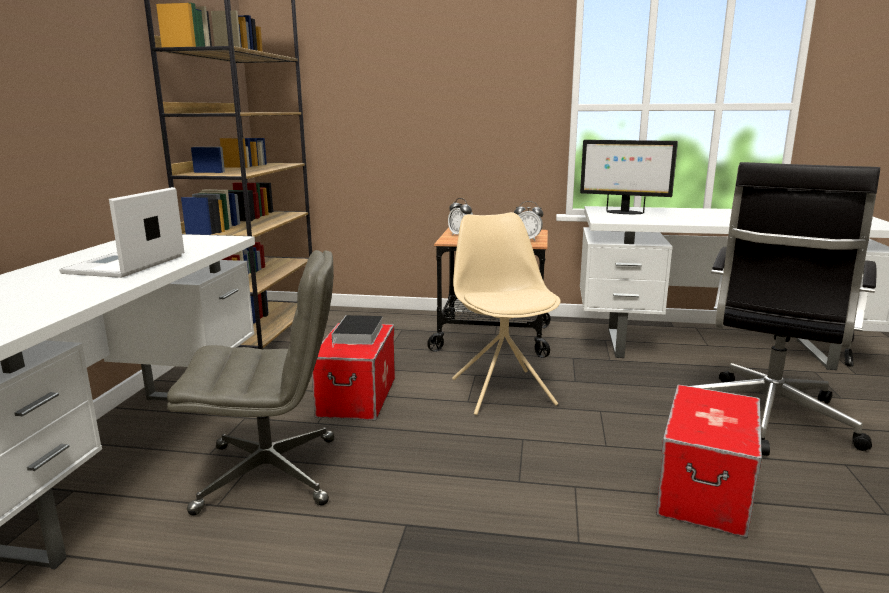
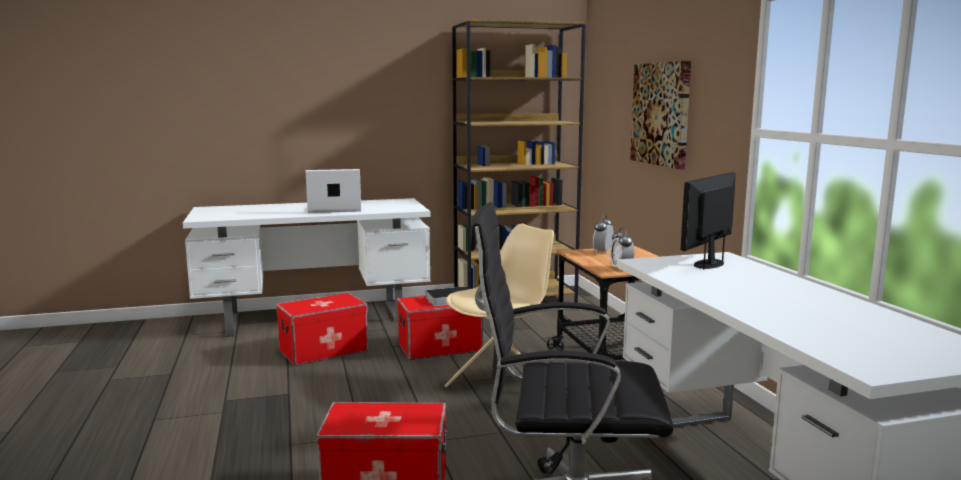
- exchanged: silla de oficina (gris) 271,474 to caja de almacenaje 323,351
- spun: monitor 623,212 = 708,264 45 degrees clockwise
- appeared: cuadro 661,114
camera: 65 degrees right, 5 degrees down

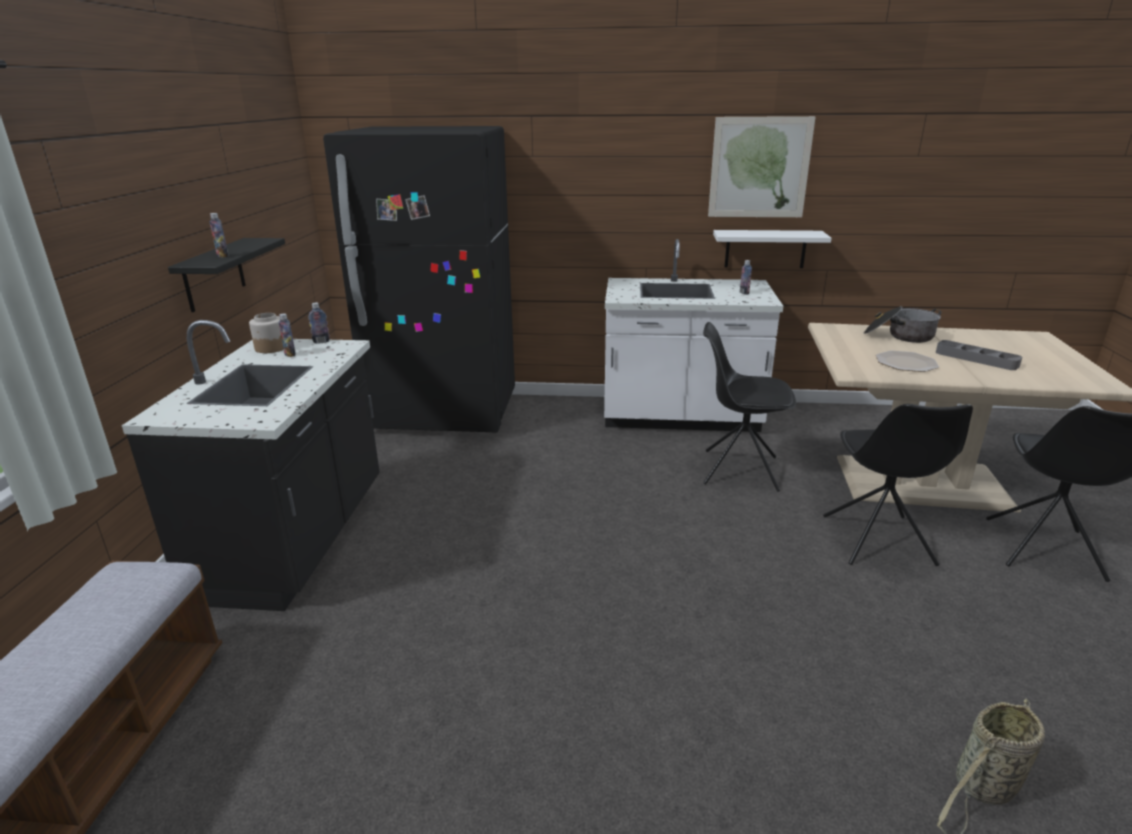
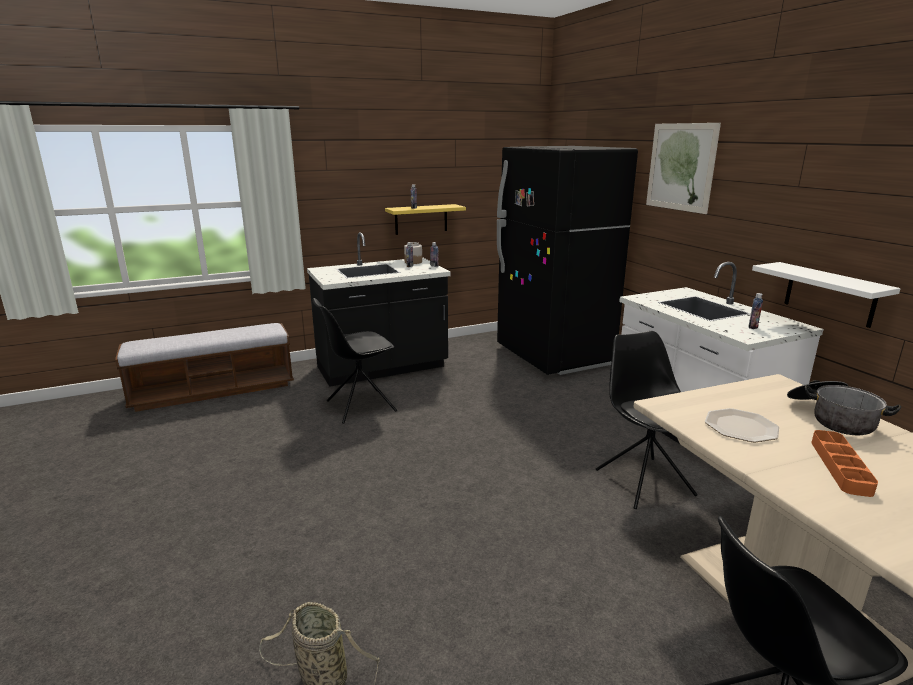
- colour: estante (negro) 214,274 to estante (amarillo) 421,219
- relocated: cuadro 759,168 to 681,167
- relocated: silla (negro) 878,541 to 359,406
- colour: bandeja (gris) 976,359 to bandeja (naranja) 840,466
camera: 60 degrees right, 5 degrees down

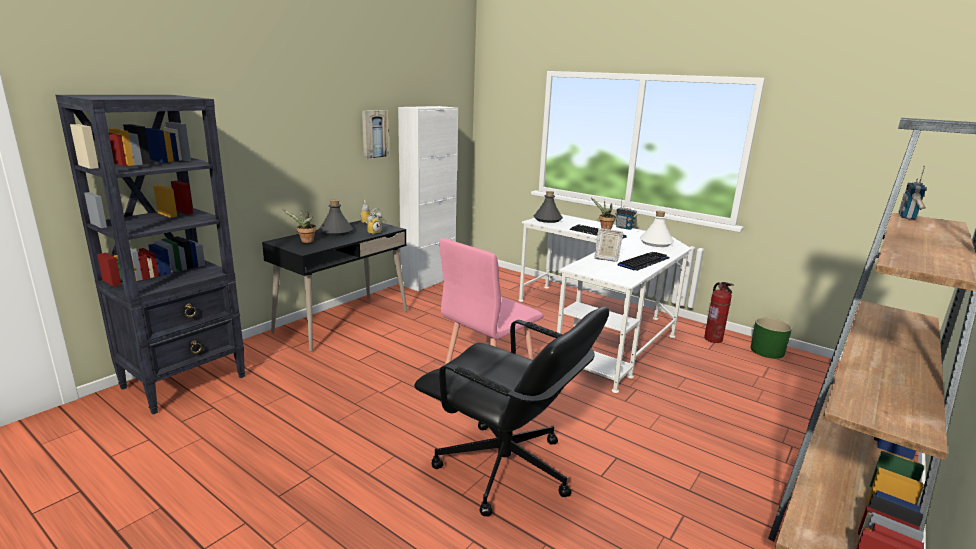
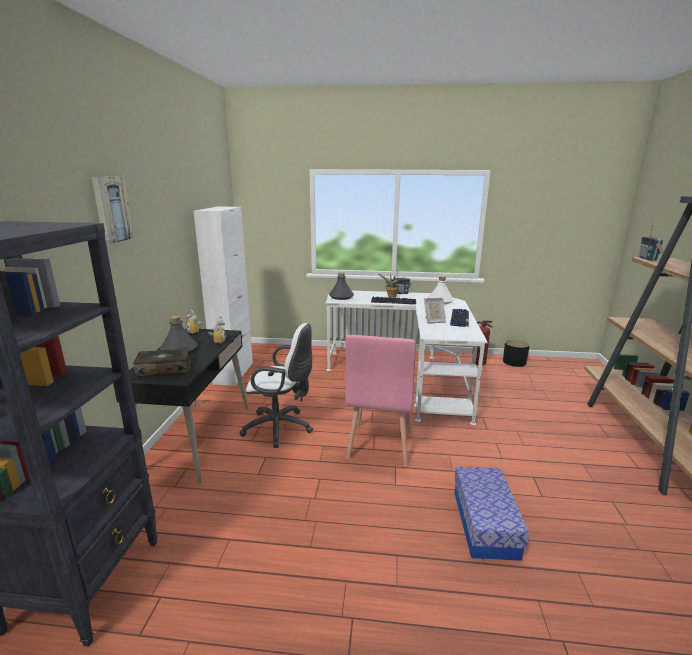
- exchanged: planta en maceta 305,241 to libro 164,368
- relocated: cuadro 374,134 to 111,209
- exchanged: silla de oficina (negro) 505,470 to caja de almacenaje 485,523
- colour: maceta (verde) 767,351 to maceta (negro) 514,362
- appeared: silla de oficina (blanco) 281,428
camera: 30 degrees left, 0 degrees up

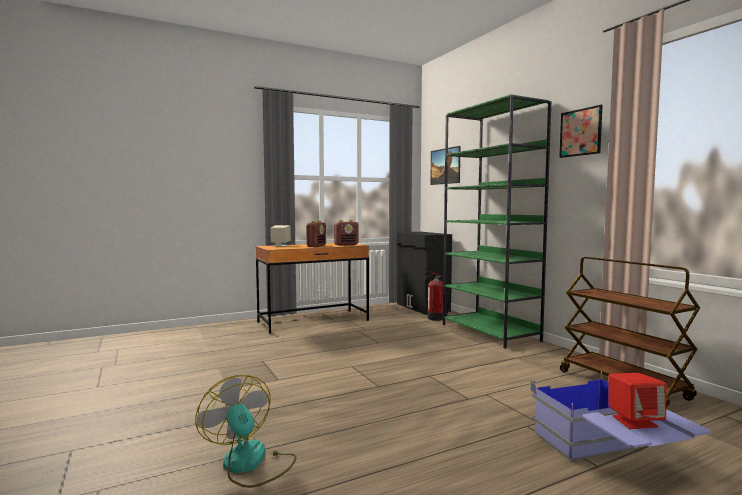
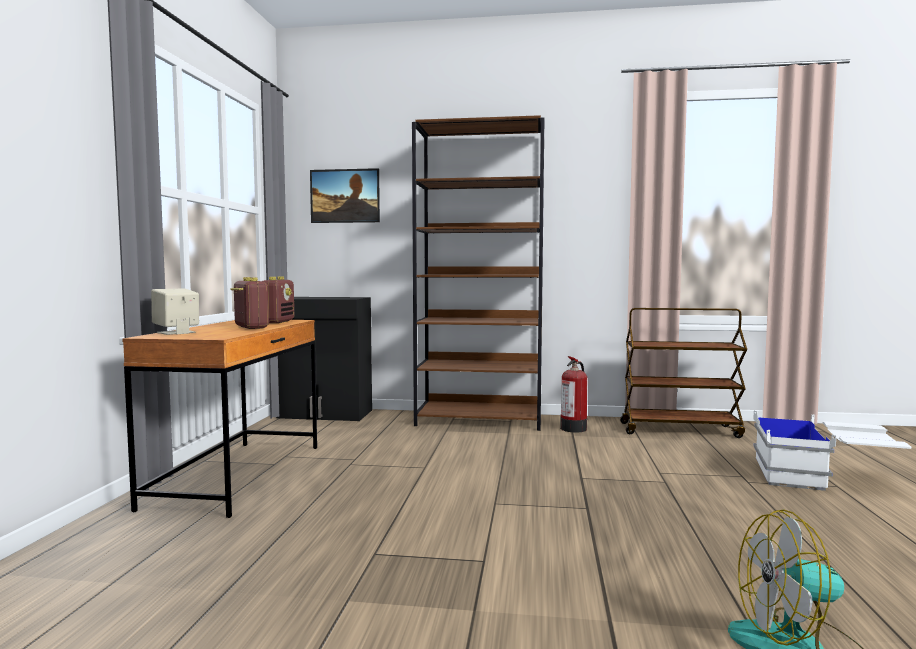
- relocated: extintor 437,318 to 574,428
- colour: estantería (verde) 490,332 to estantería (marrón) 480,420
- colour: caja de almacenaje (azul) 610,458 to caja de almacenaje (blanco) 823,478
- missing: cuadro 580,132
- missing: altavoz (rojo) 634,421
camera: 55 degrees left, 0 degrees up

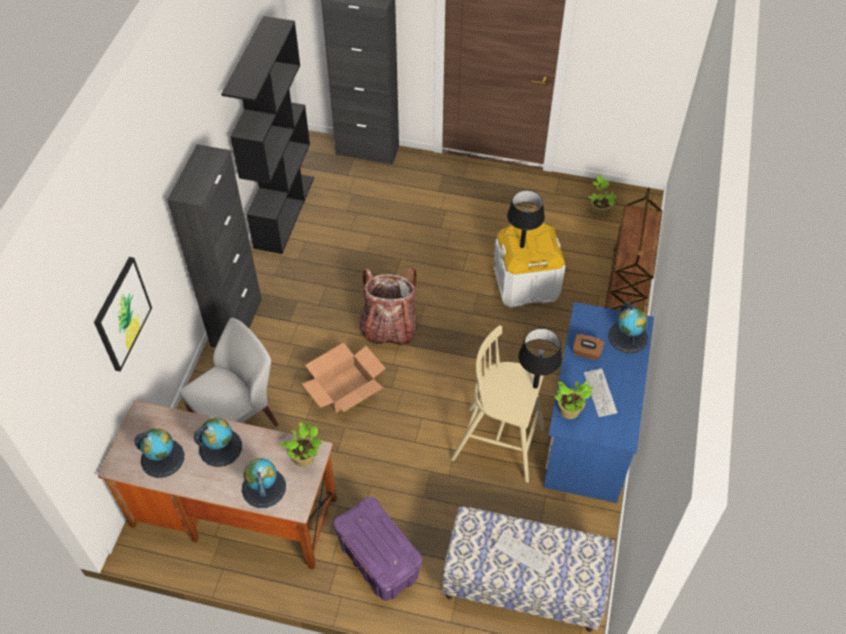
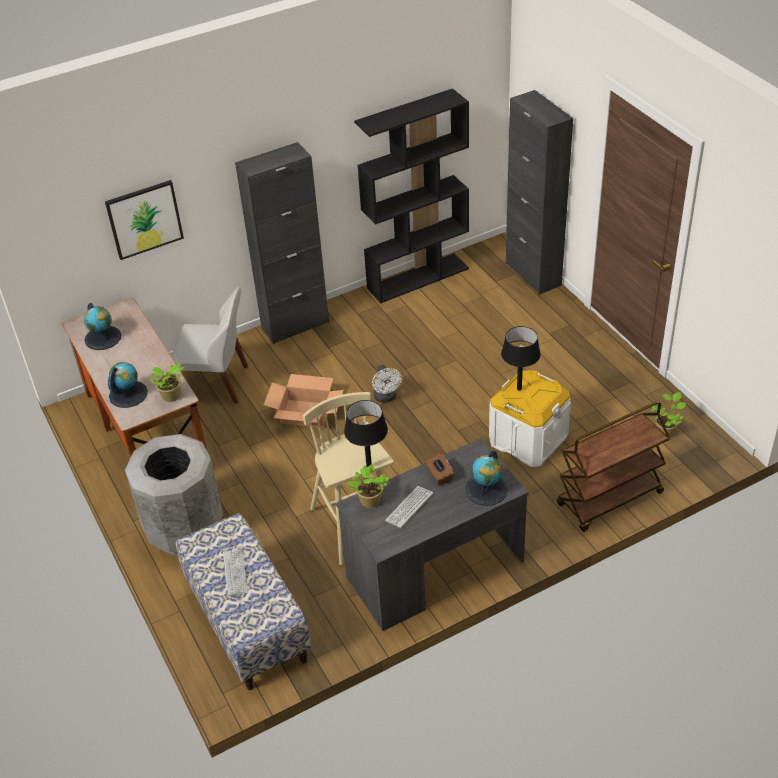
- missing: globo terráqueo 220,447
- exchanged: caja de almacenaje (morado) 378,561 to papelera (gris) 184,528
- exchanged: mochila 389,328 to ventilador (blanco) 386,398
- colour: escritorio (azul) 590,429 to escritorio (gris) 434,569
camera: 50 degrees right, 10 degrees down

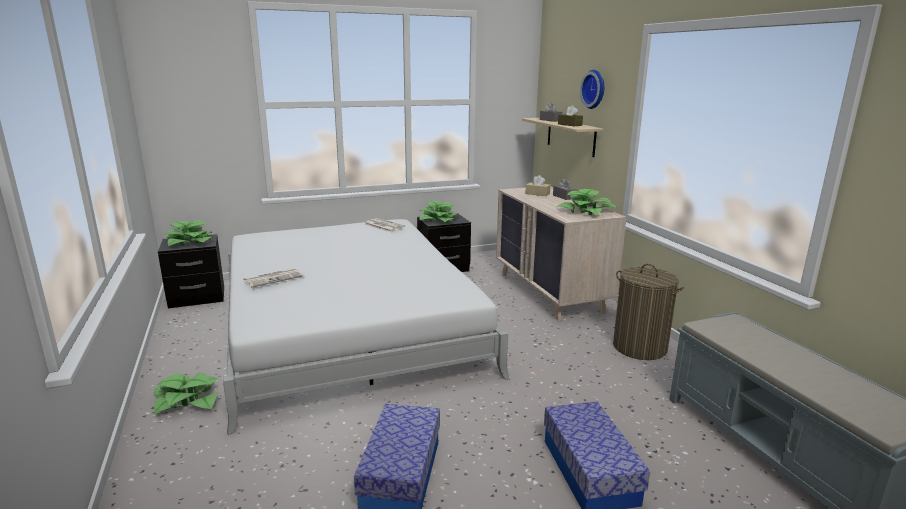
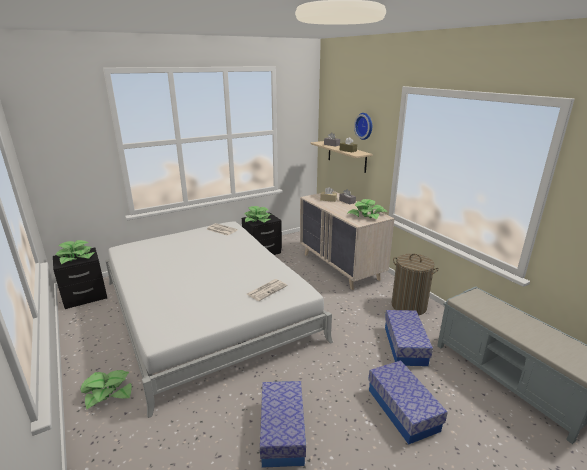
- relocated: periódico 273,278 to 267,290
- appeared: caja de almacenaje 405,346
camera: 10 degrees left, 5 degrees up

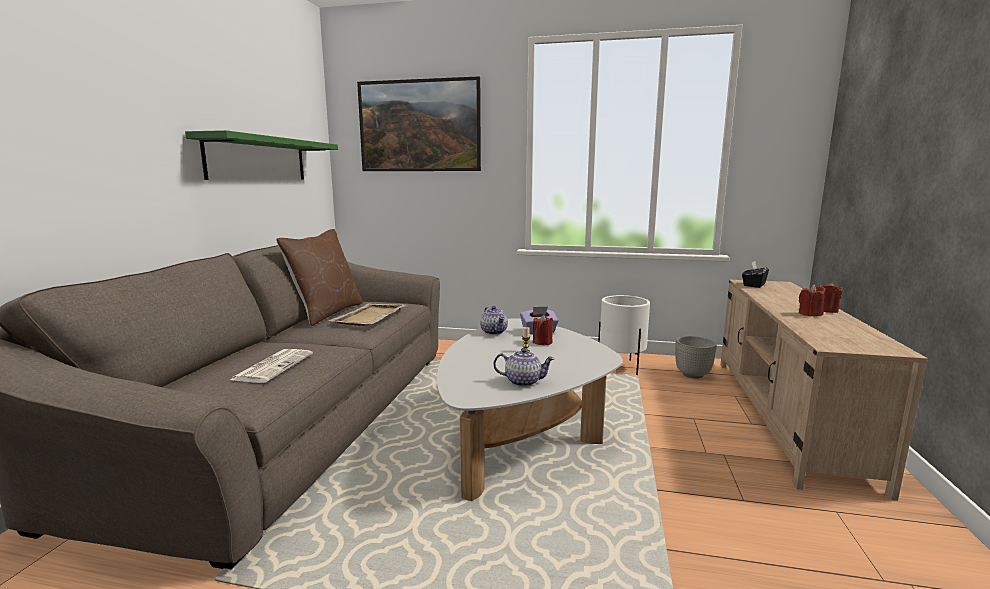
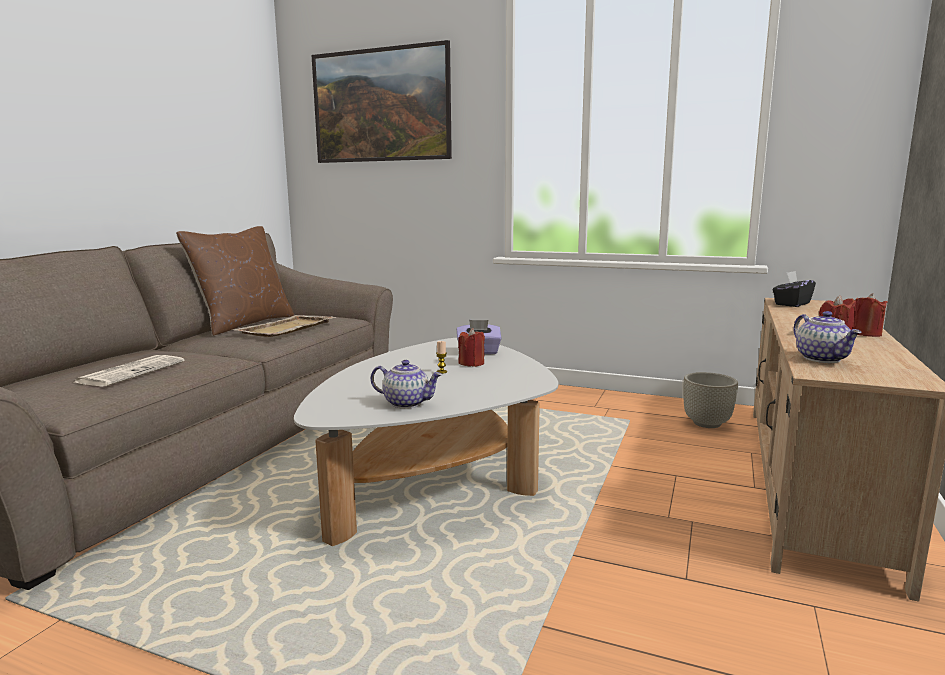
- missing: estante (verde) 258,159
- relocated: tetera 494,332 to 823,359
- missing: maceta (blanco) 621,367
camera: 10 degrees right, 0 degrees up

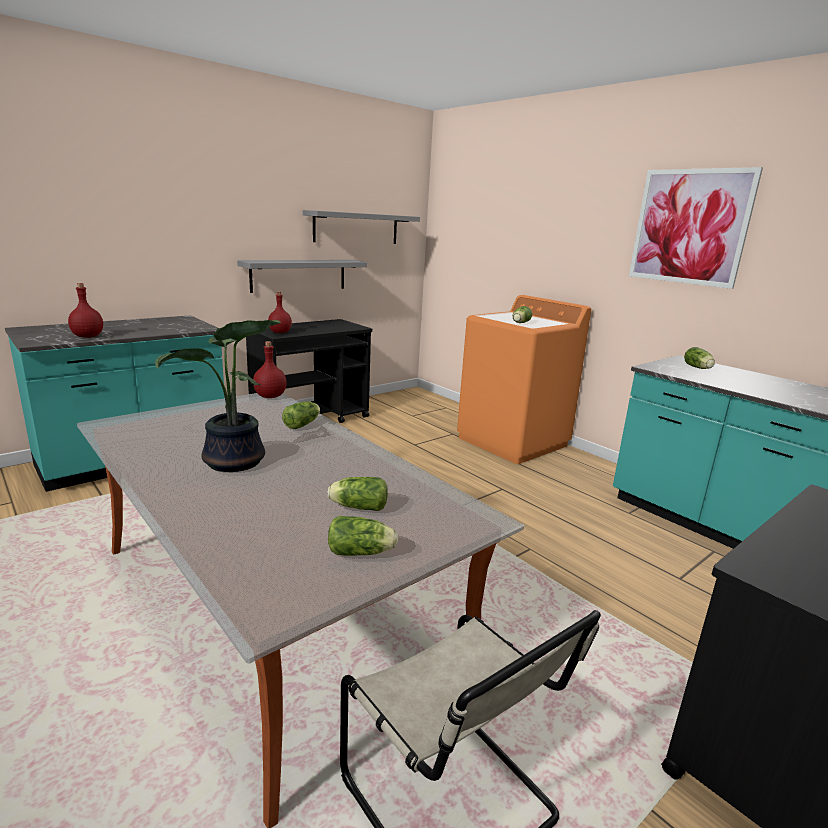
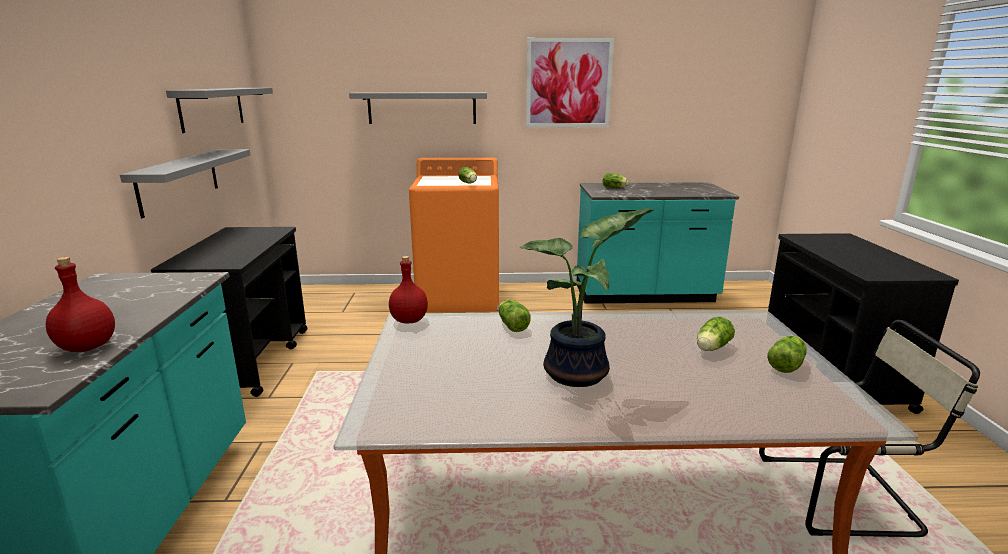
- missing: botella (rojo) 279,332
- appeared: estante (gris) 422,108
camera: 50 degrees left, 0 degrees up

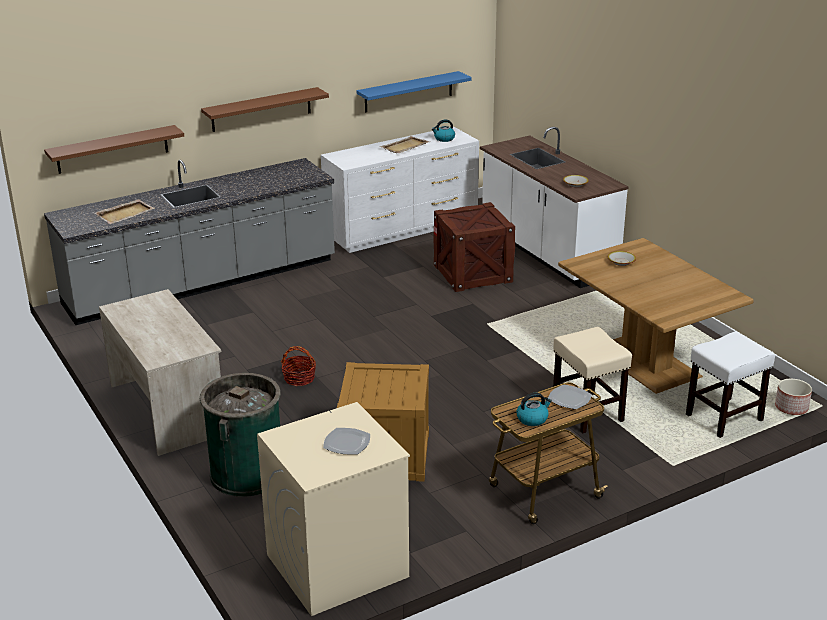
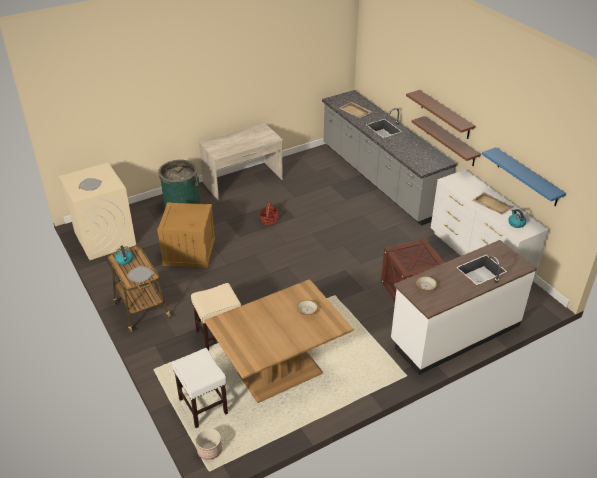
- relocated: estante (marrón) 112,149 to 450,141
camera: 90 degrees right, 10 degrees up

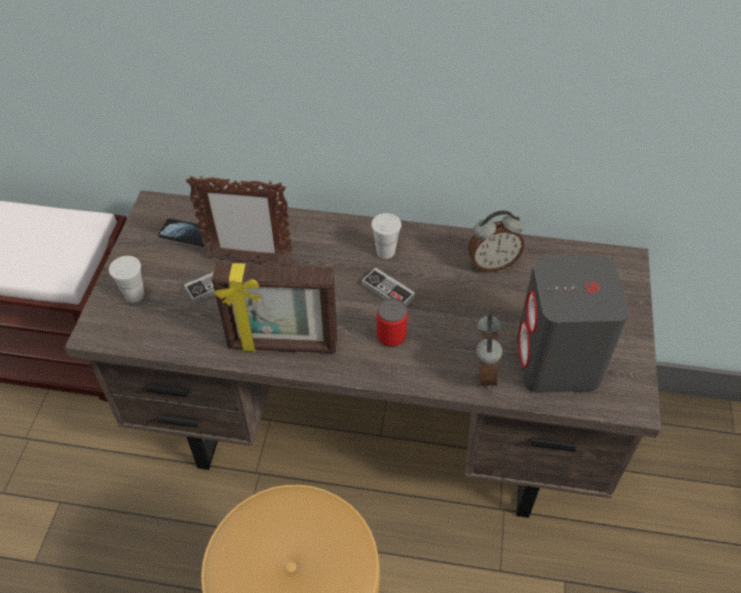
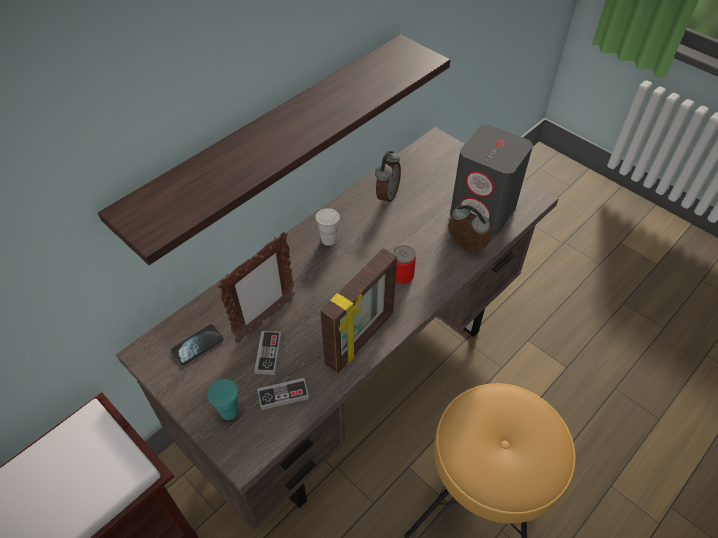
- colour: taza (blanco) 134,295 to taza (turquesa) 229,411
- relocated: mando de consola 388,291 to 283,395
- appeared: estante 273,142
camera: 55 degrees left, 0 degrees up

